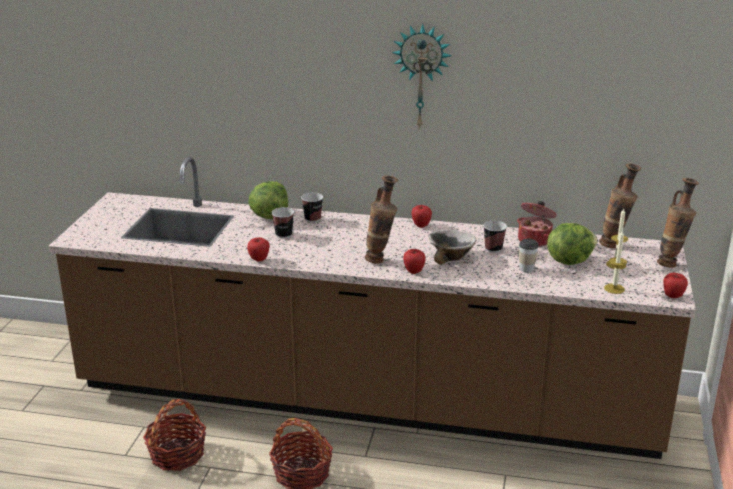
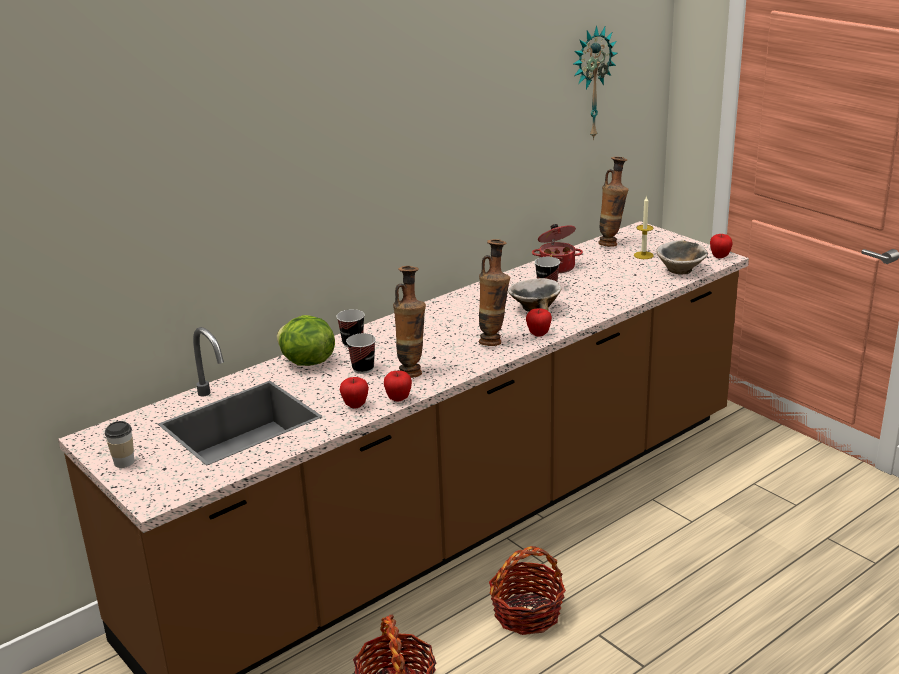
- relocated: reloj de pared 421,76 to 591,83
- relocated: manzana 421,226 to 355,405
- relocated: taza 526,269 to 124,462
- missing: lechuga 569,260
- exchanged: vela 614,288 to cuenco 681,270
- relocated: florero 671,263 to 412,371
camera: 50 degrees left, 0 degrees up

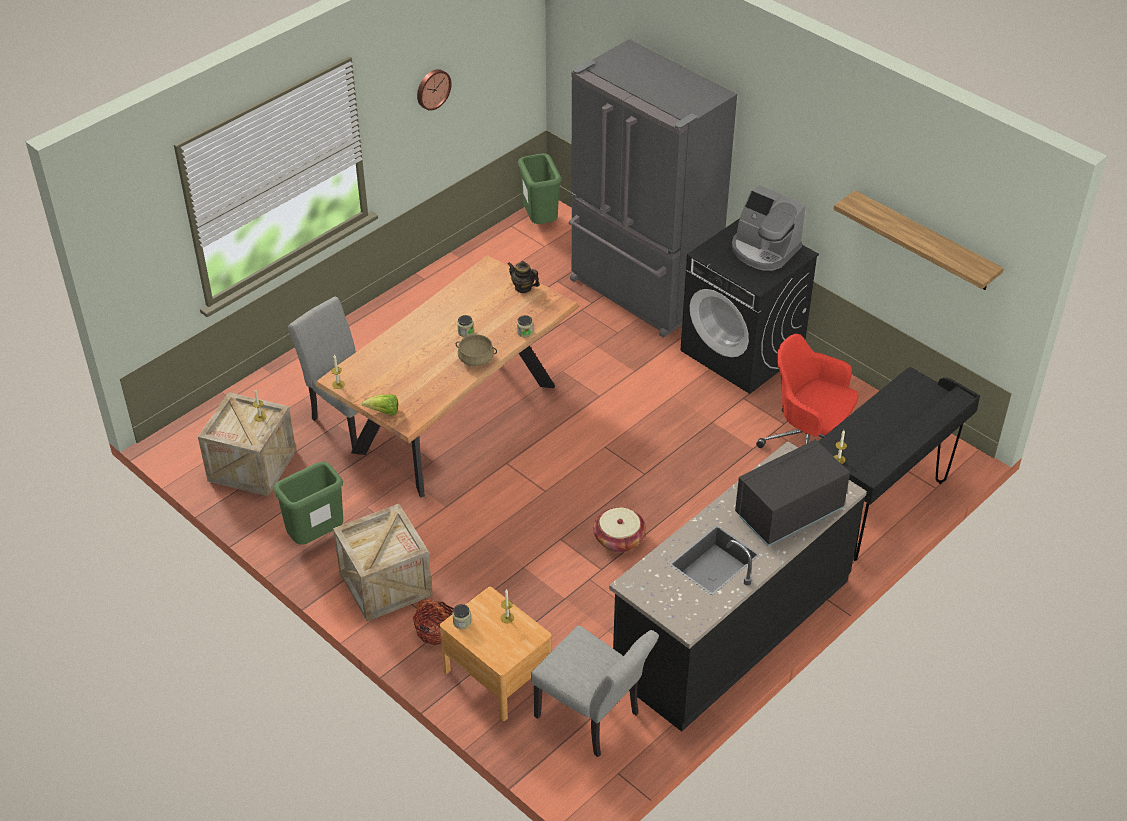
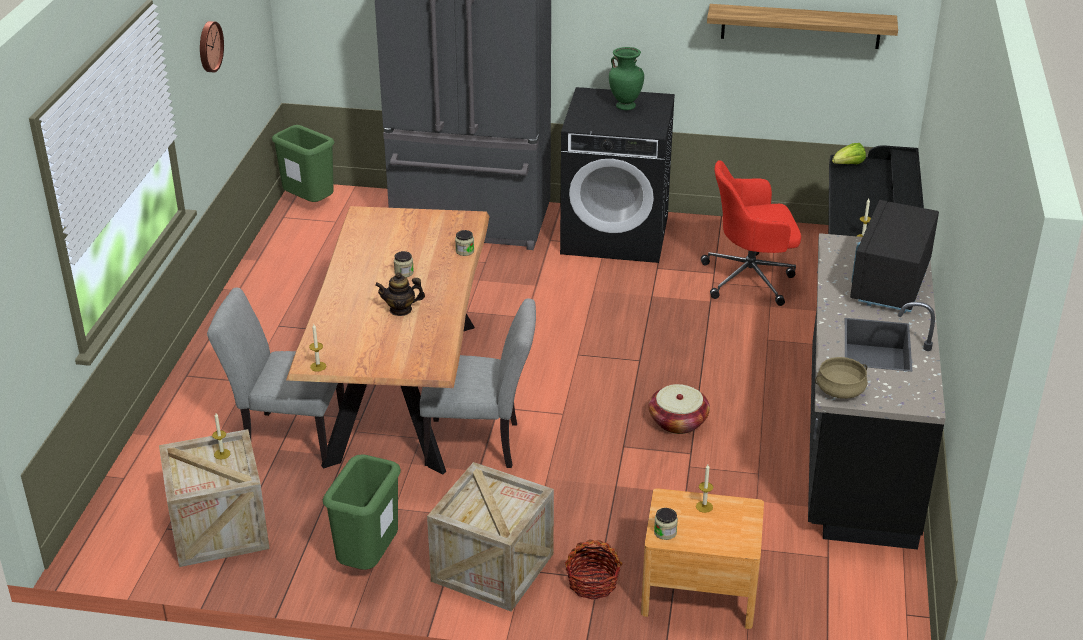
- relocated: lechuga 384,412 to 848,165
- relocated: olla (beis) 476,359 to 840,390
- relocated: tetera 523,288 to 401,310
- relocated: silla (gris) 593,719 to 481,444
- exchanged: cafetera 764,250 to florero (verde) 625,106
camera: 35 degrees left, 10 degrees down

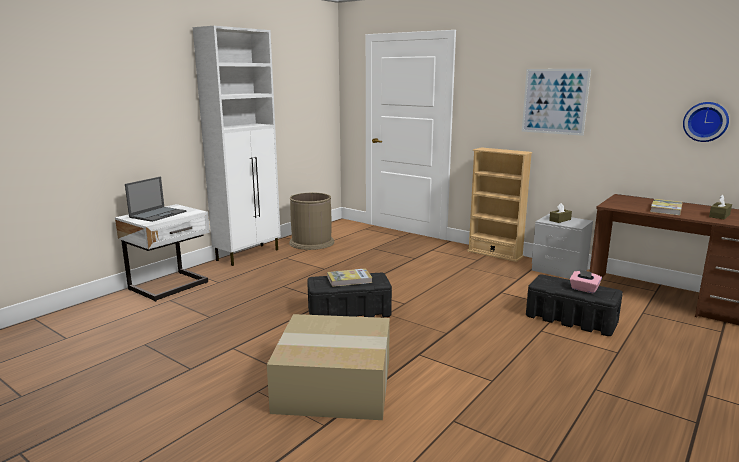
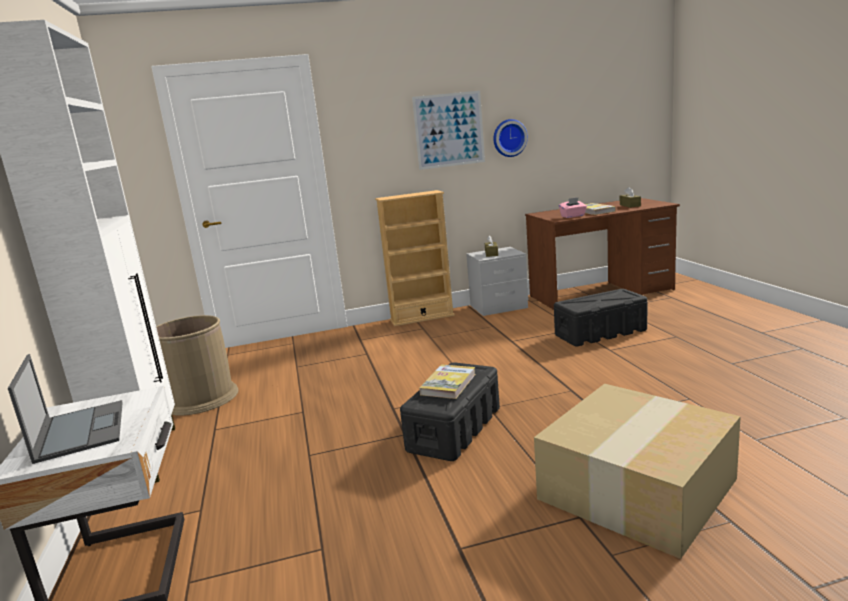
- relocated: caja de pañuelos (rosa) 584,289 to 573,216
- relocated: reloj de pared 705,121 to 509,138
camera: 50 degrees left, 0 degrees up

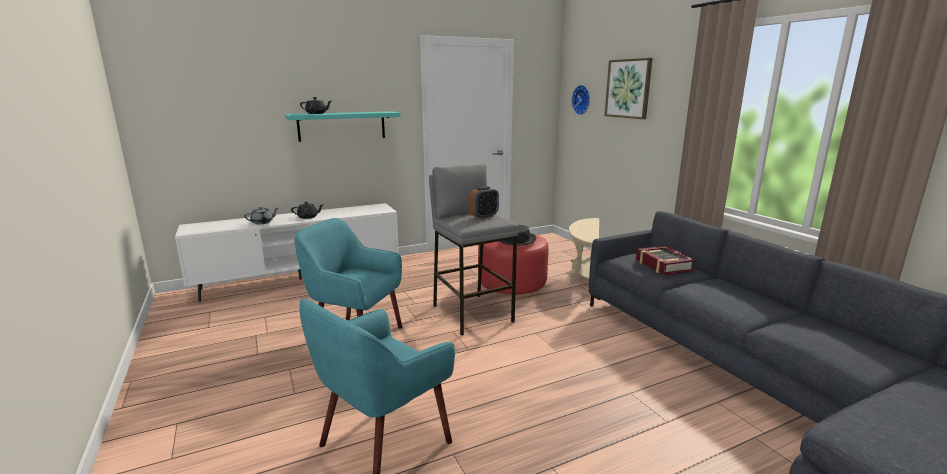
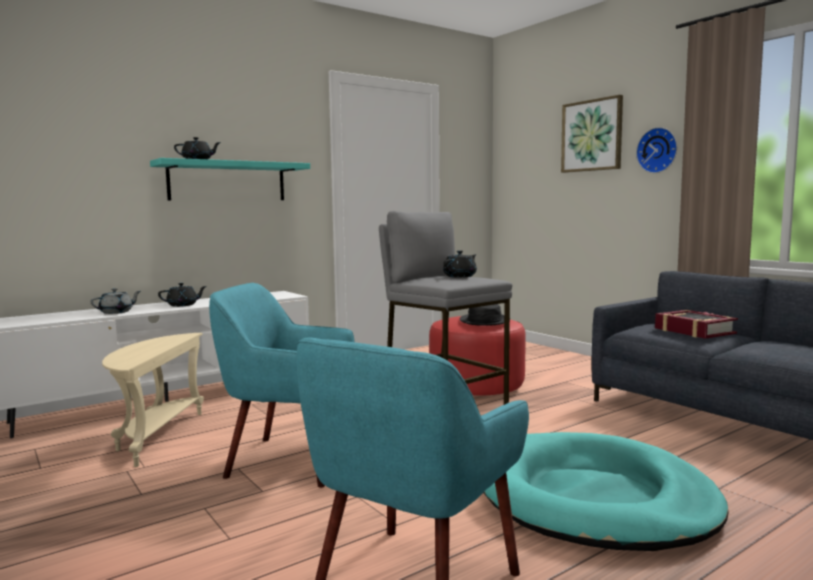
- exchanged: despertador 483,216 to tetera (negro) 460,276
- relocated: mesa auxiliar (beis) 583,276 to 155,437
- relocated: reloj de pared 582,100 to 658,150
- appeared: cama para perro (turquesa) 594,498
camera: 10 degrees left, 10 degrees down

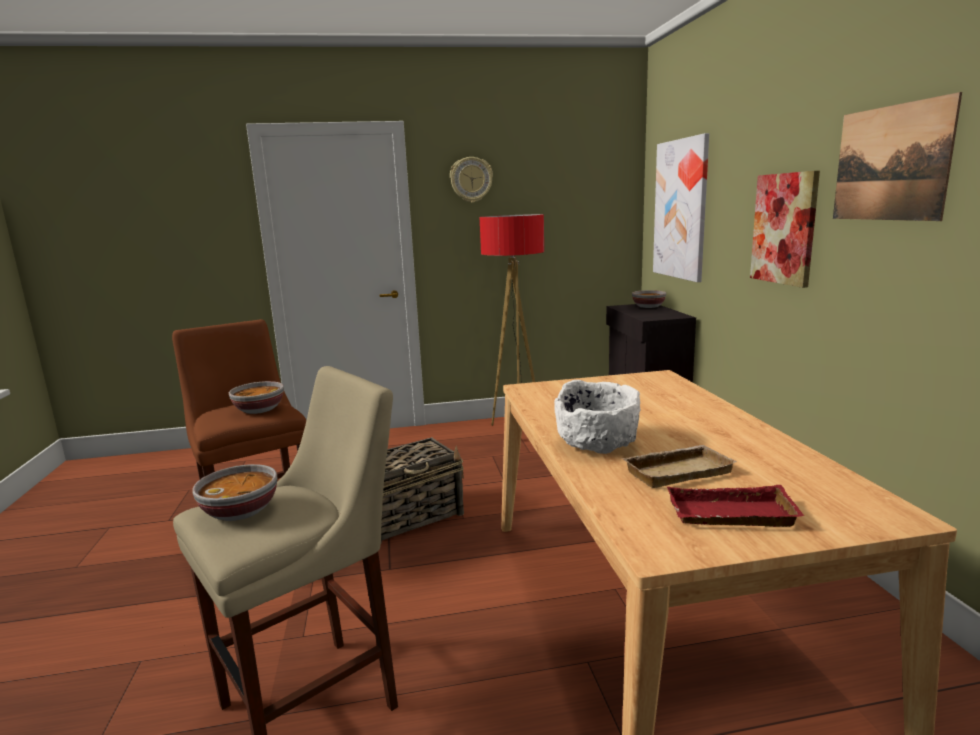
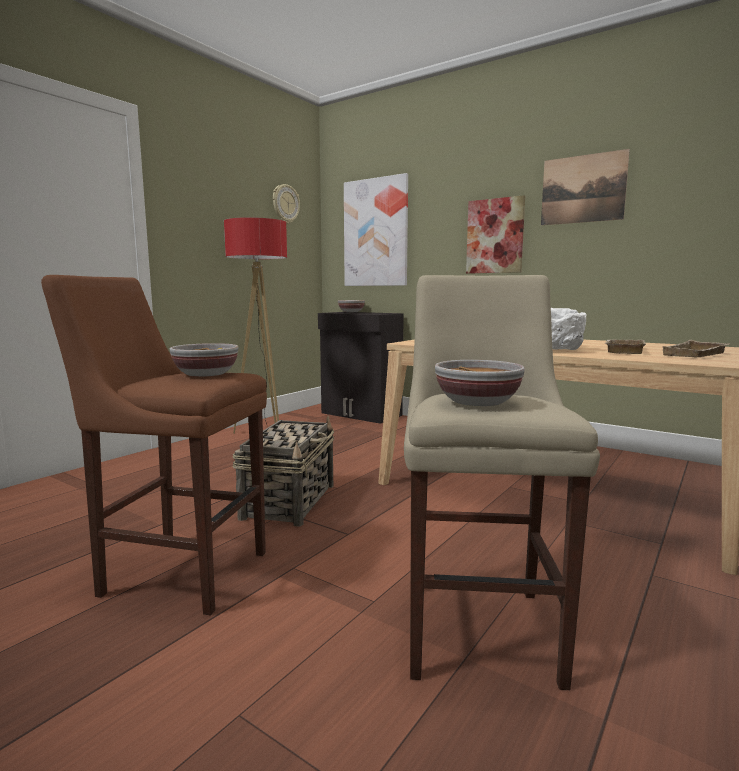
- relocated: reloj de pared 471,180 to 285,204
- colour: bandeja (rojo) 729,516 to bandeja (beis) 696,355
camera: 45 degrees left, 5 degrees down

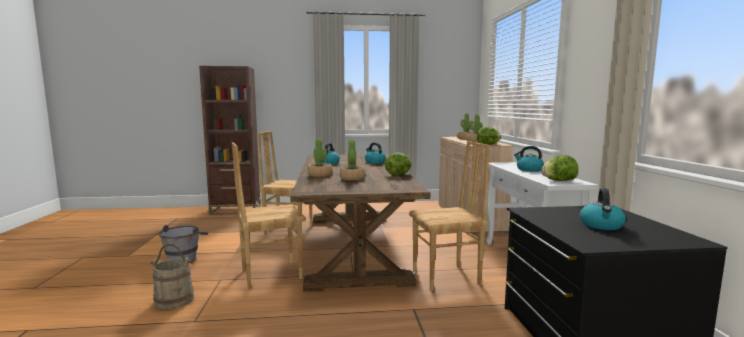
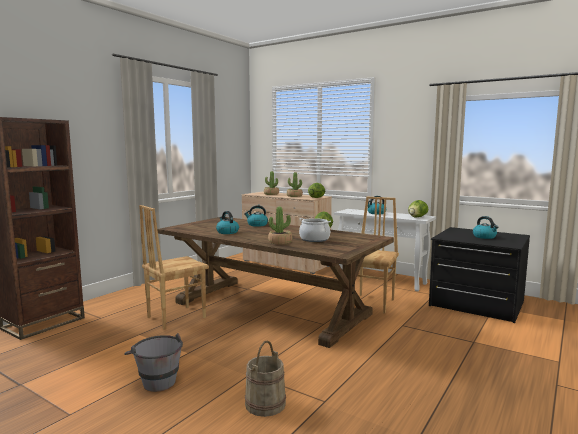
- missing: silla (marrón) 270,274
- exchanged: planta en maceta 352,178 to olla 314,239
camera: 50 degrees left, 0 degrees up

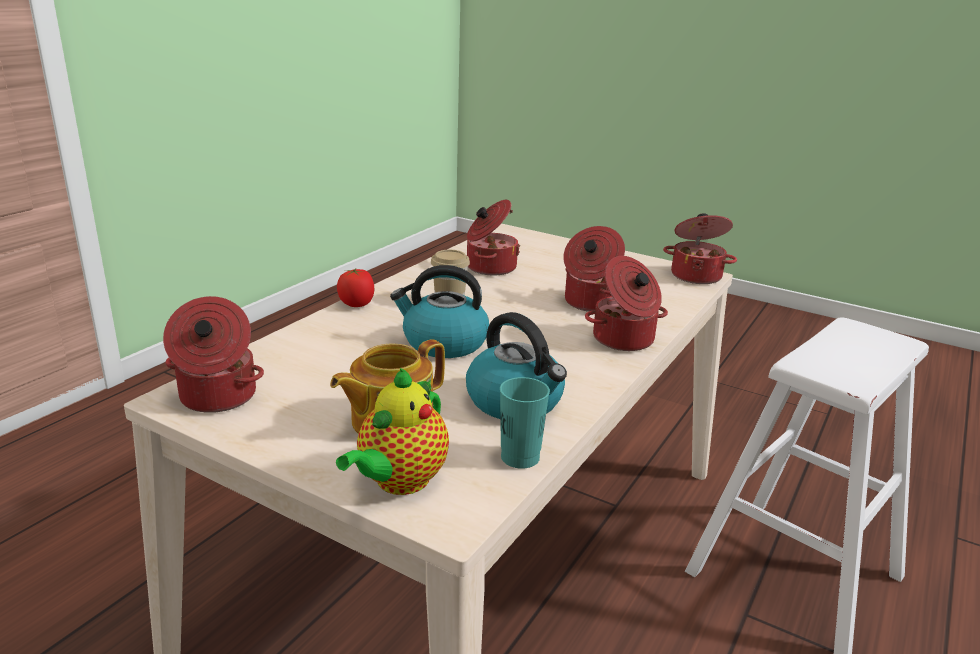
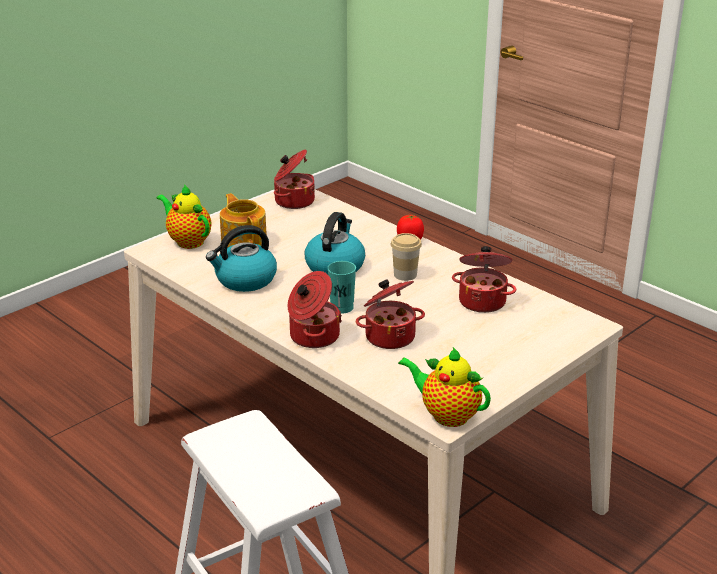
- relocated: taza (turquesa) 520,457 to 342,308
- exchanged: olla 696,275 to tetera 446,415
camera: 105 degrees right, 5 degrees up

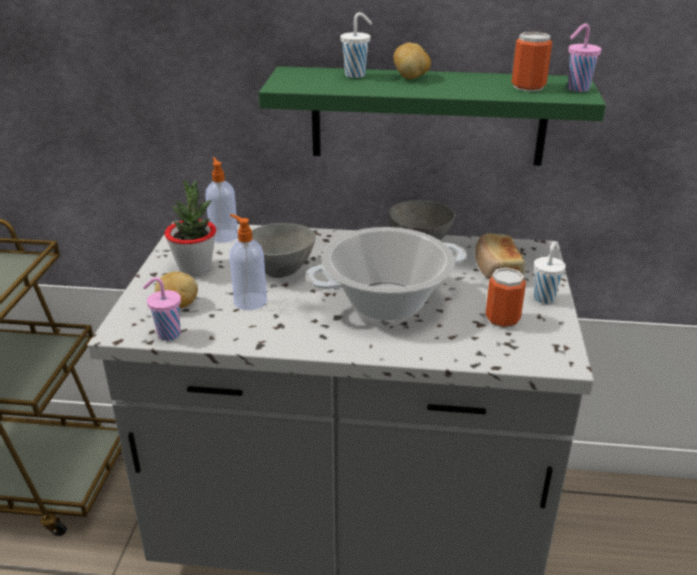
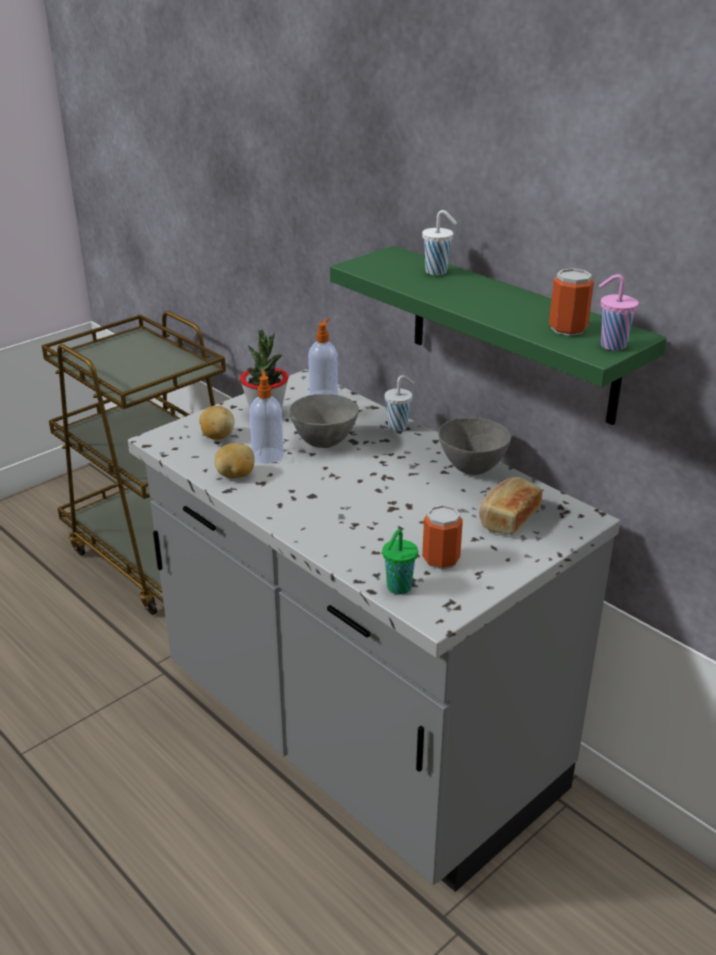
- missing: taza (rosa) 167,334
- missing: olla 387,302
- relocated: patata 411,77 to 236,475
- relocated: taza (blanco) 544,297 to 399,426
- appeared: taza (verde) 398,588
camera: 40 degrees right, 0 degrees up

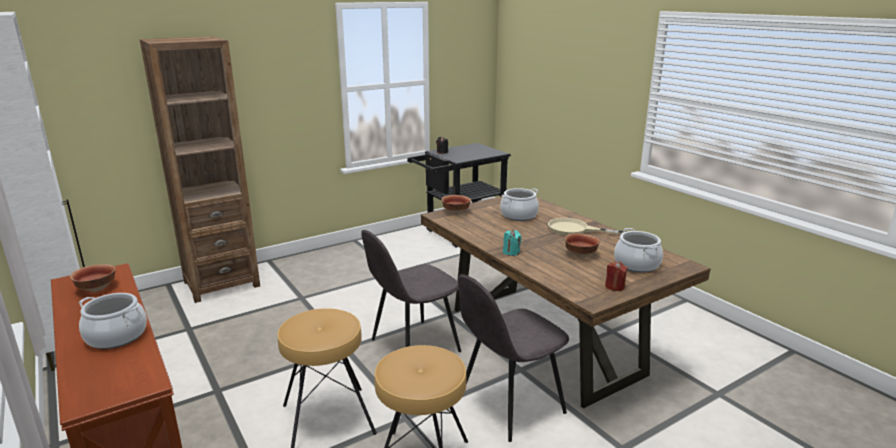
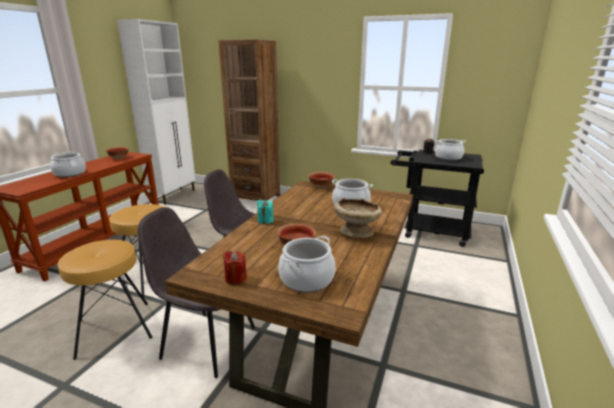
- exchanged: sartén (beis) 575,230 to cuenco (beis) 356,232
- appeared: olla 448,158
camera: 55 degrees right, 0 degrees up

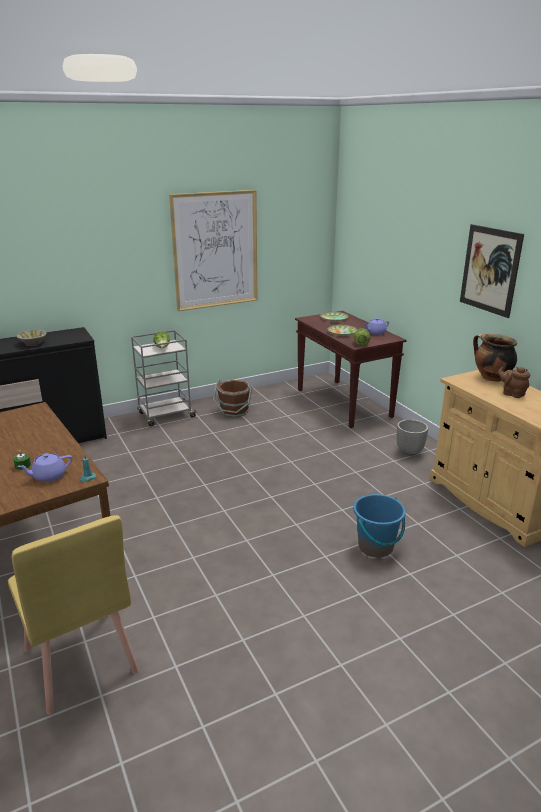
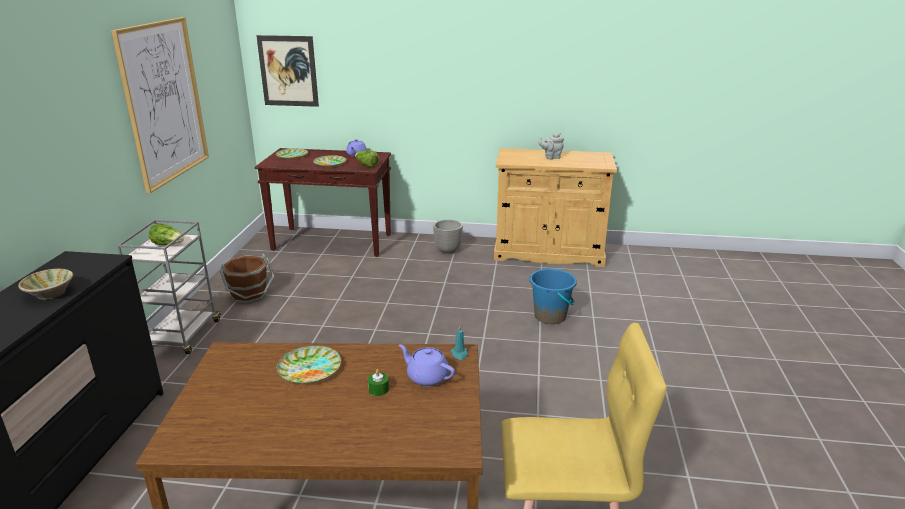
- spun: tetera (morado) 48,476 = 427,377 120 degrees clockwise
- relocated: cuadro 490,270 to 288,71
- missing: olla 491,378
- colour: tetera (marrón) 512,394 to tetera (gris) 551,157
- appeared: plato 309,368
camera: 55 degrees left, 0 degrees up

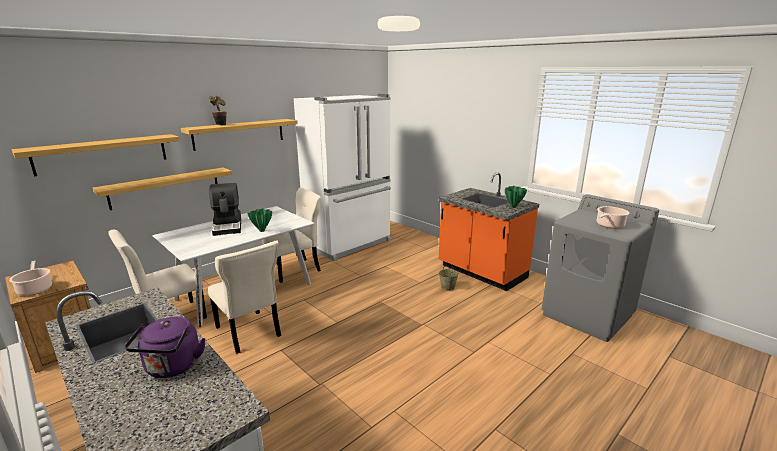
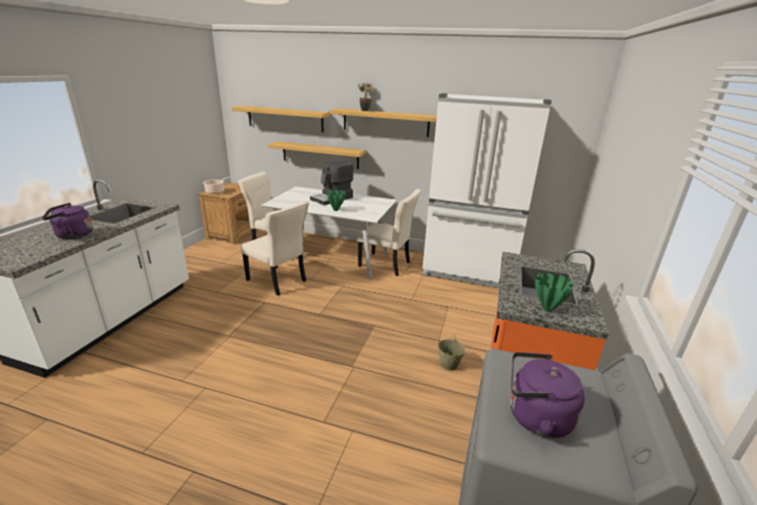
- spun: silla (beis) 249,333 = 278,281 75 degrees counterclockwise
- exchanged: olla 609,225 to hervidor (morado) 535,417
camera: 60 degrees right, 5 degrees up

